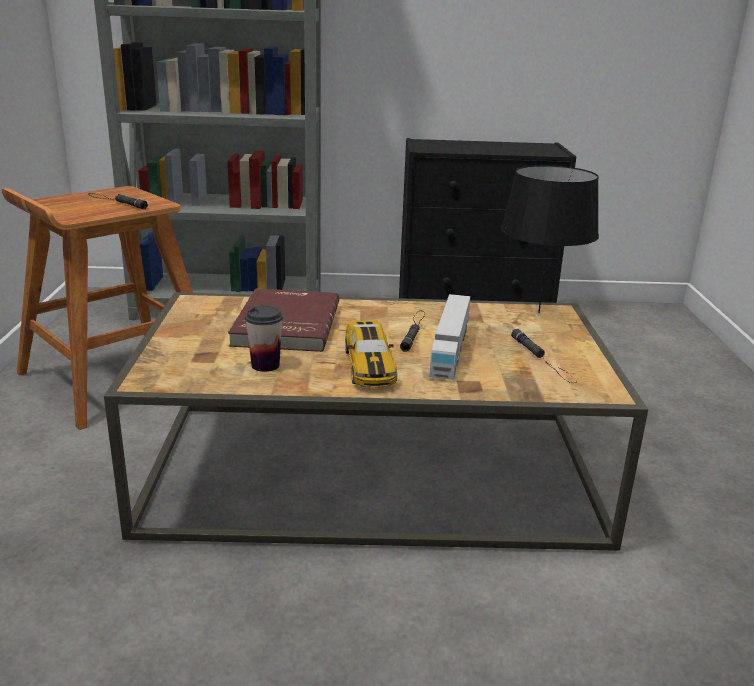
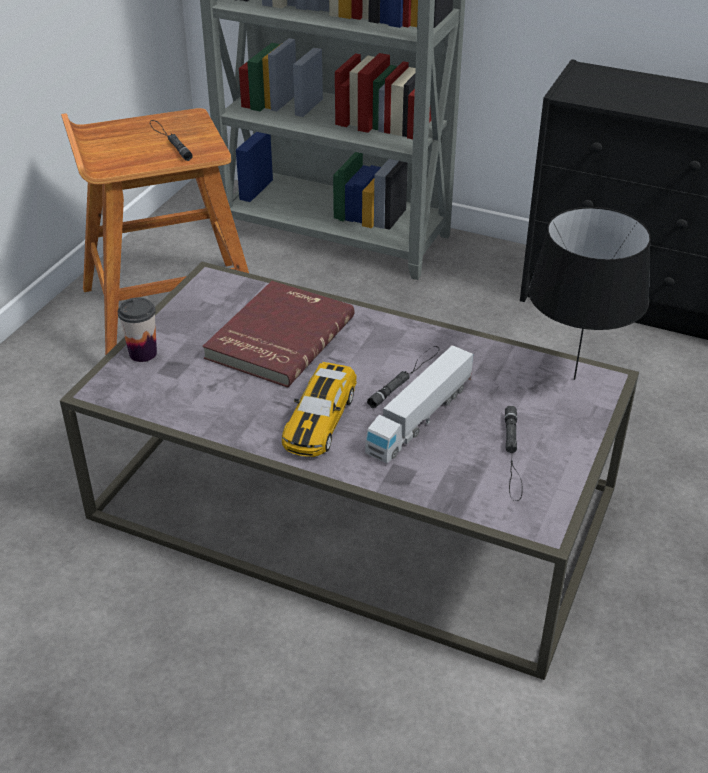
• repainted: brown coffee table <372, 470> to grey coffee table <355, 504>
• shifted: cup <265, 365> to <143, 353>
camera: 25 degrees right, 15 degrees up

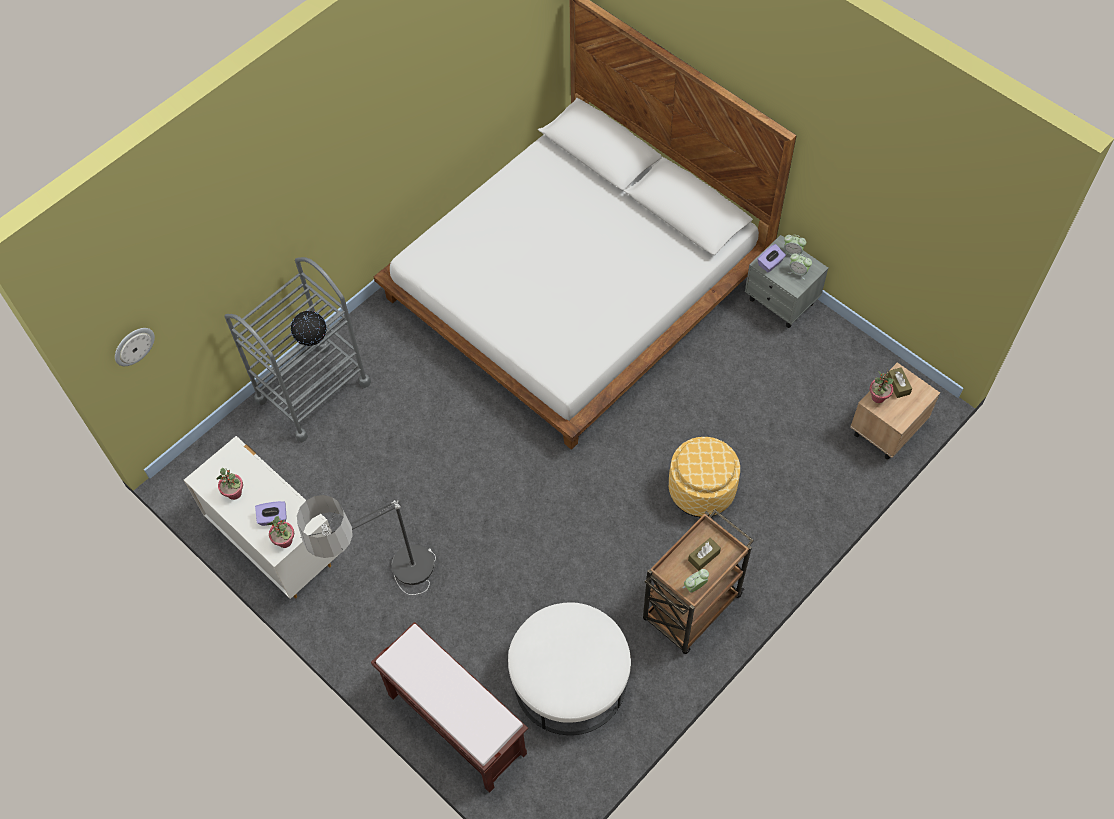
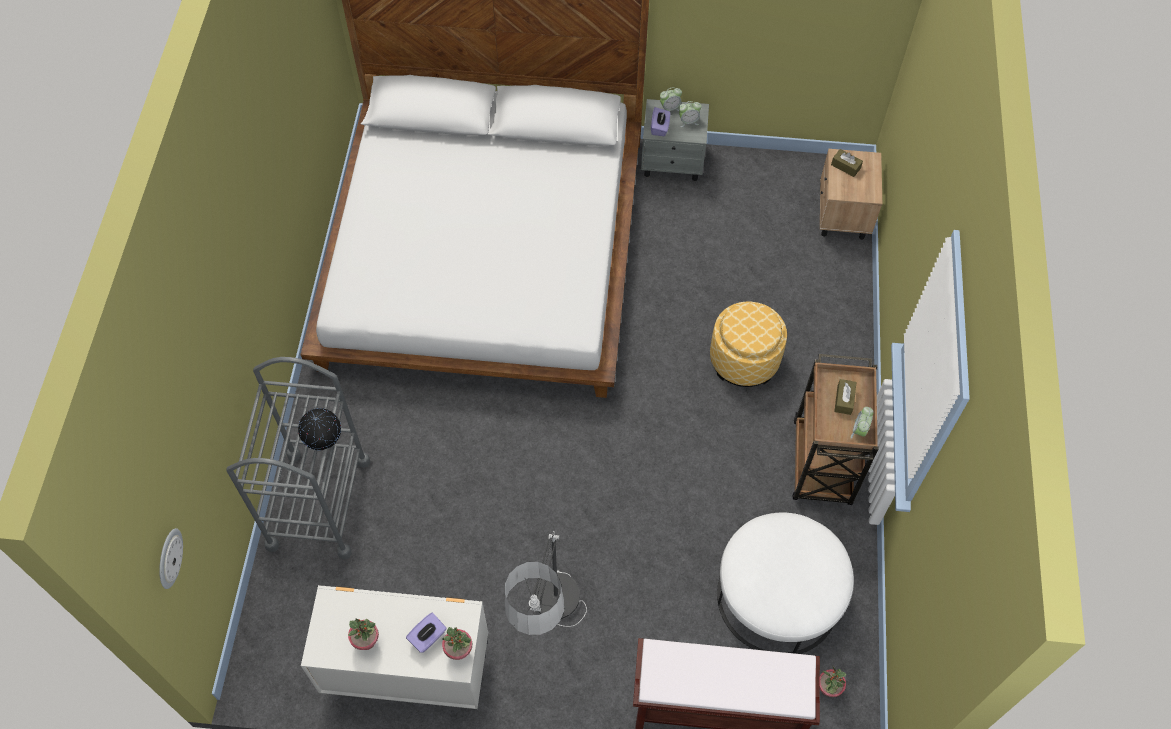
• shifted: potted plant <878, 397> to <828, 688>
camera: 40 degrees left, 0 degrees up

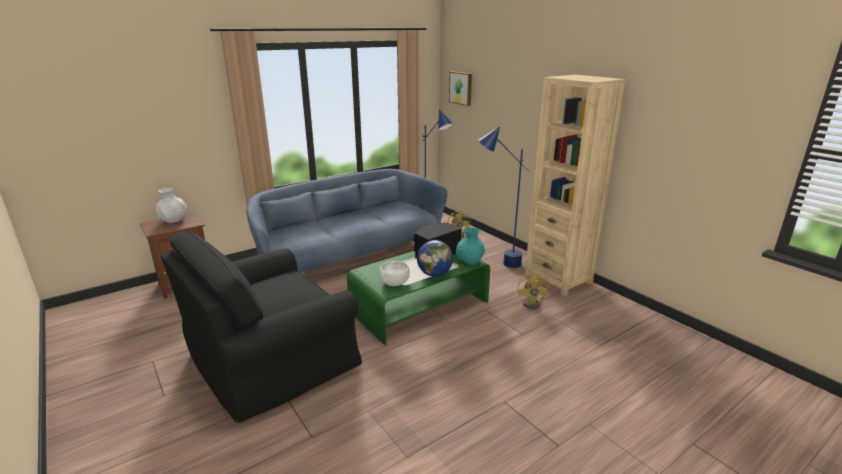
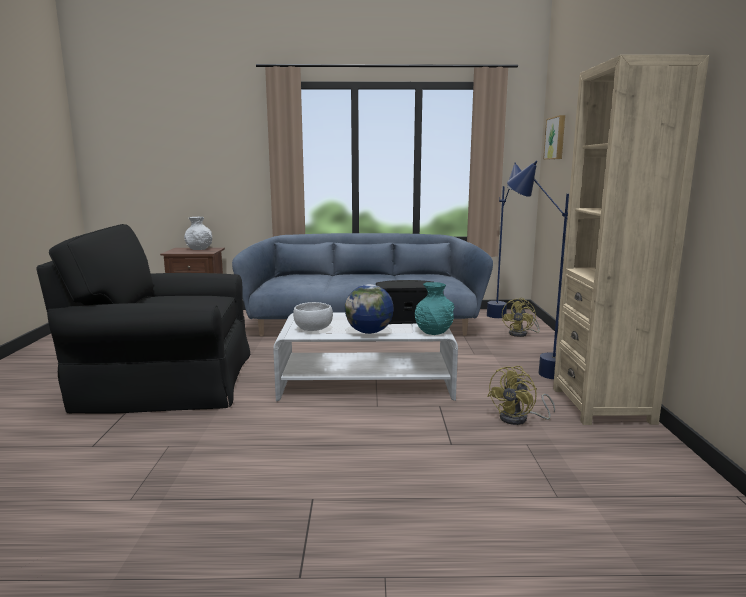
• repainted: green coffee table <419, 307> to white coffee table <366, 382>
camera: 35 degrees right, 10 degrees down

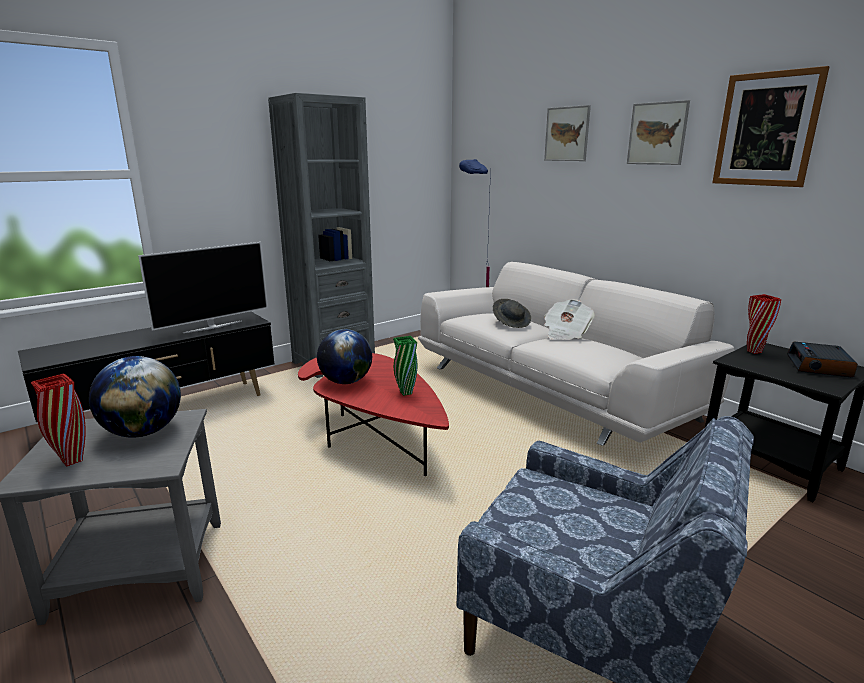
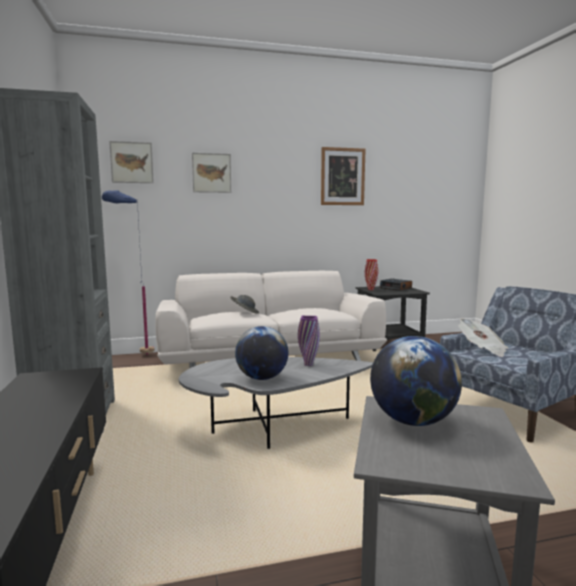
• gone: red vase <72, 461>
• gone: television <213, 326>
• repainted: red coffee table <373, 438> to grey coffee table <270, 427>
• repainted: green vase <406, 393> to purple vase <308, 364>
• shifted: newspaper <566, 333> to <482, 350>
• shifted: picture <657, 133> to <132, 162>
camera: 65 degrees left, 10 degrees down

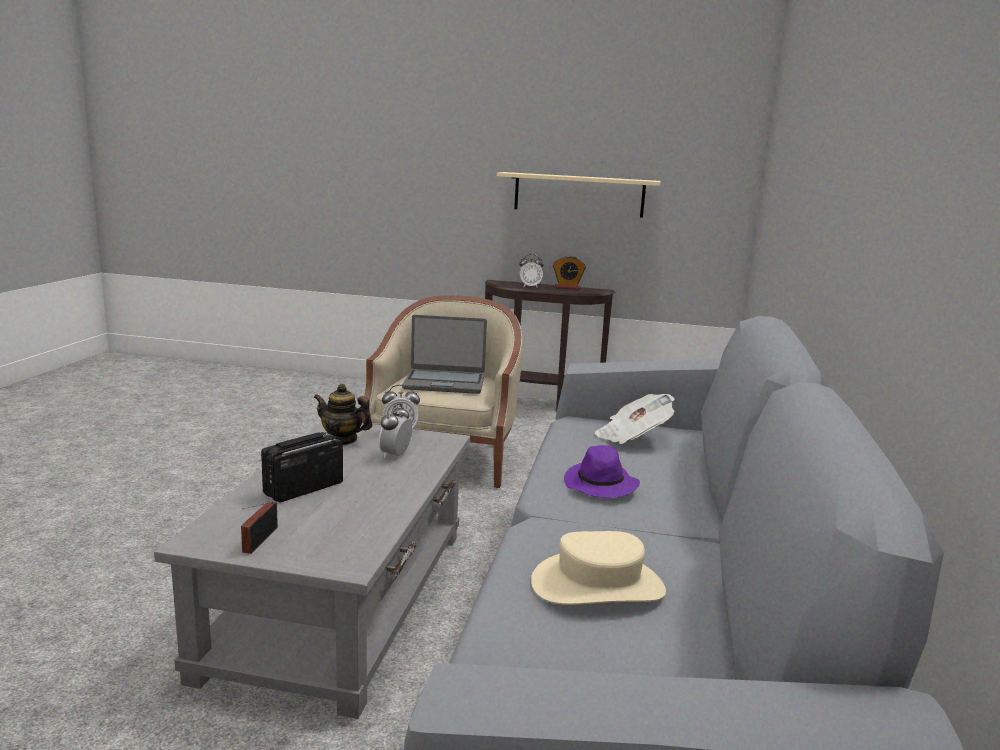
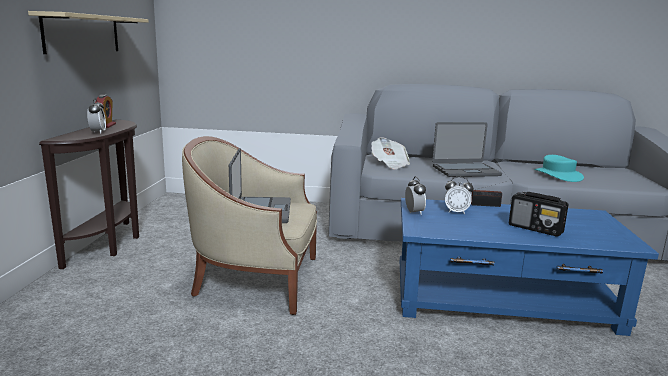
• repainted: grey coffee table <341, 599> to blue coffee table <503, 299>
• shifted: radio <258, 541> to <487, 205>
• gone: teapot <342, 440>
• repainted: beige hat <598, 585> to turquoise hat <557, 175>
• swapped: purple hat <601, 485> to laptop <465, 171>
camera: 95 degrees left, 0 degrees up

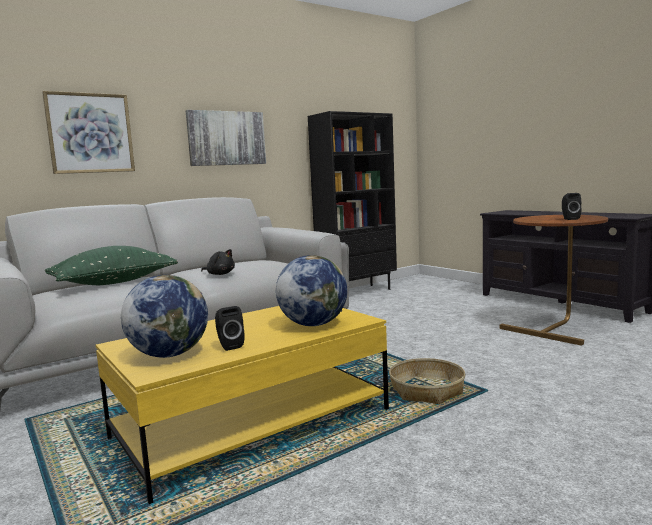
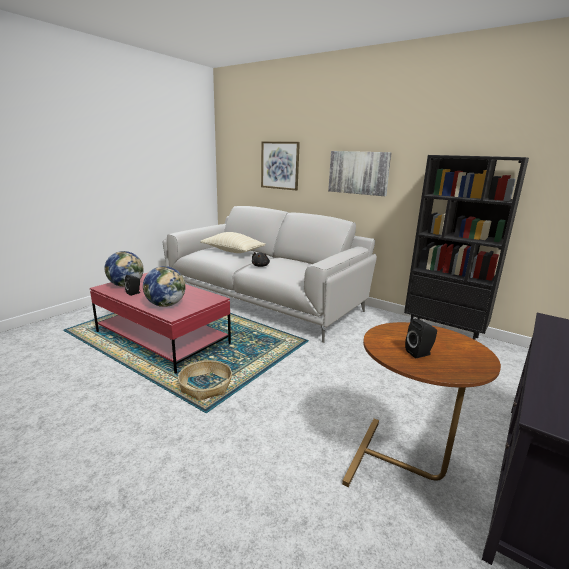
• repainted: green pillow <114, 283> to beige pillow <233, 251>
• repainted: yellow coffee table <252, 424> to red coffee table <162, 338>
camera: 70 degrees right, 10 degrees up

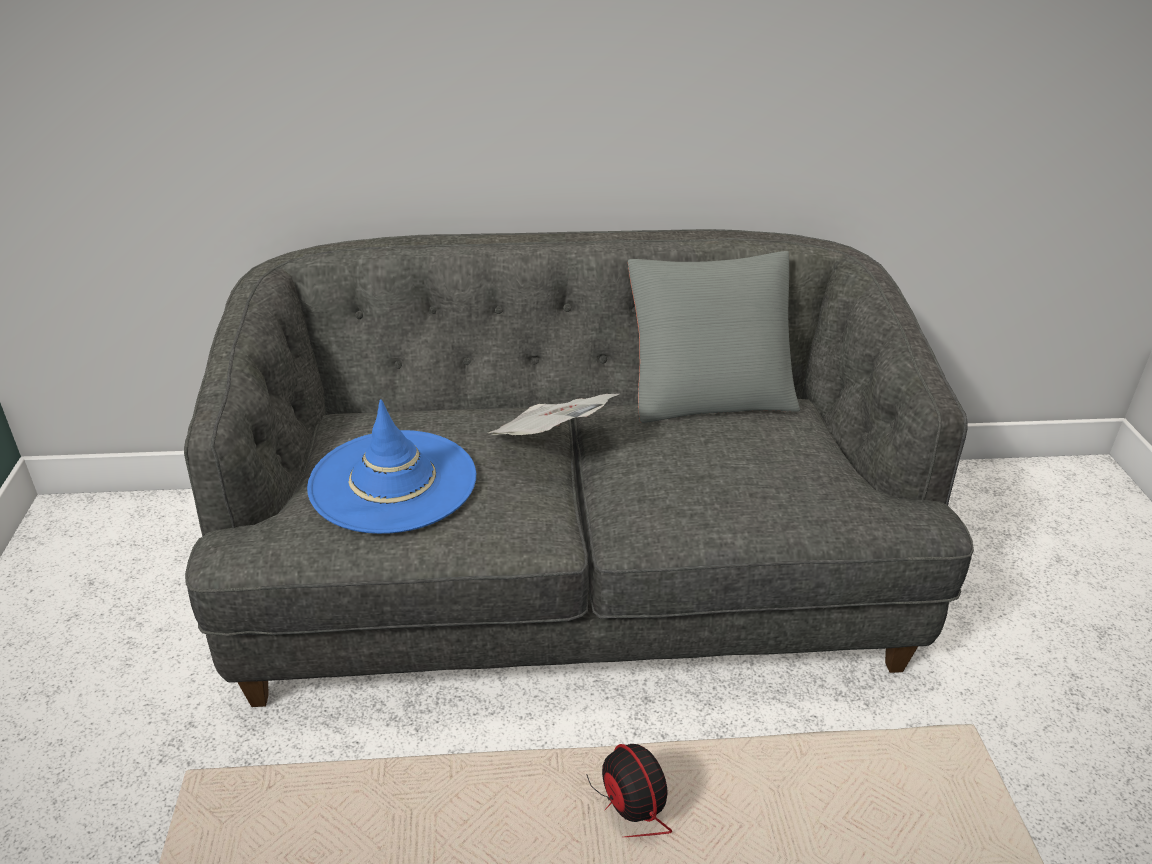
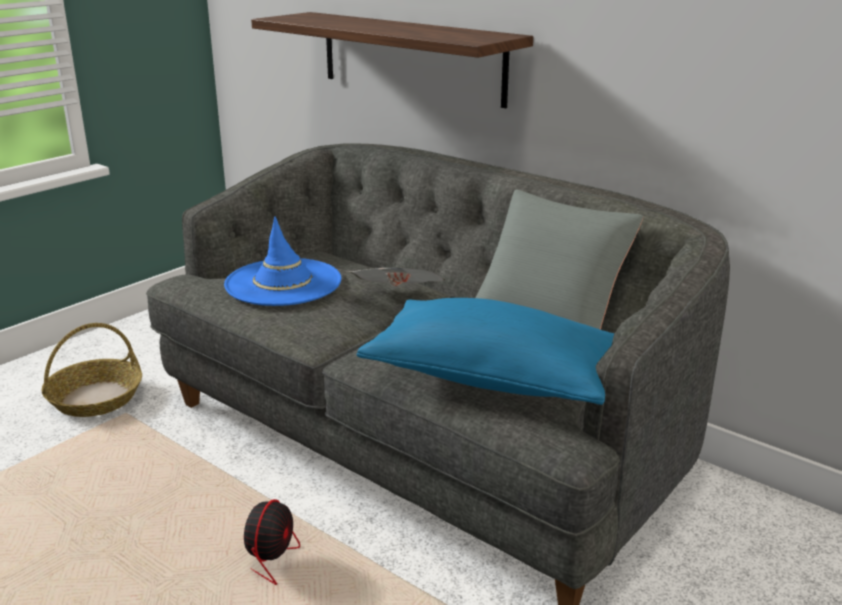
• new: basket <96, 398>
• new: shelf <411, 57>
• new: blue pillow <493, 378>
camera: 45 degrees right, 10 degrees down

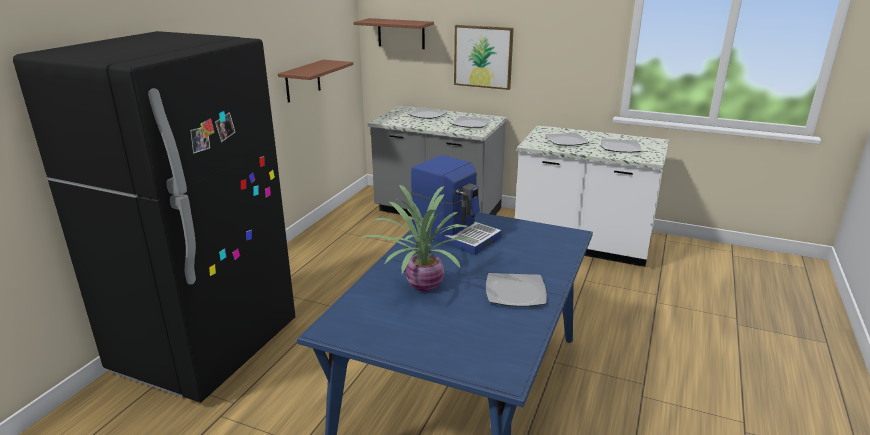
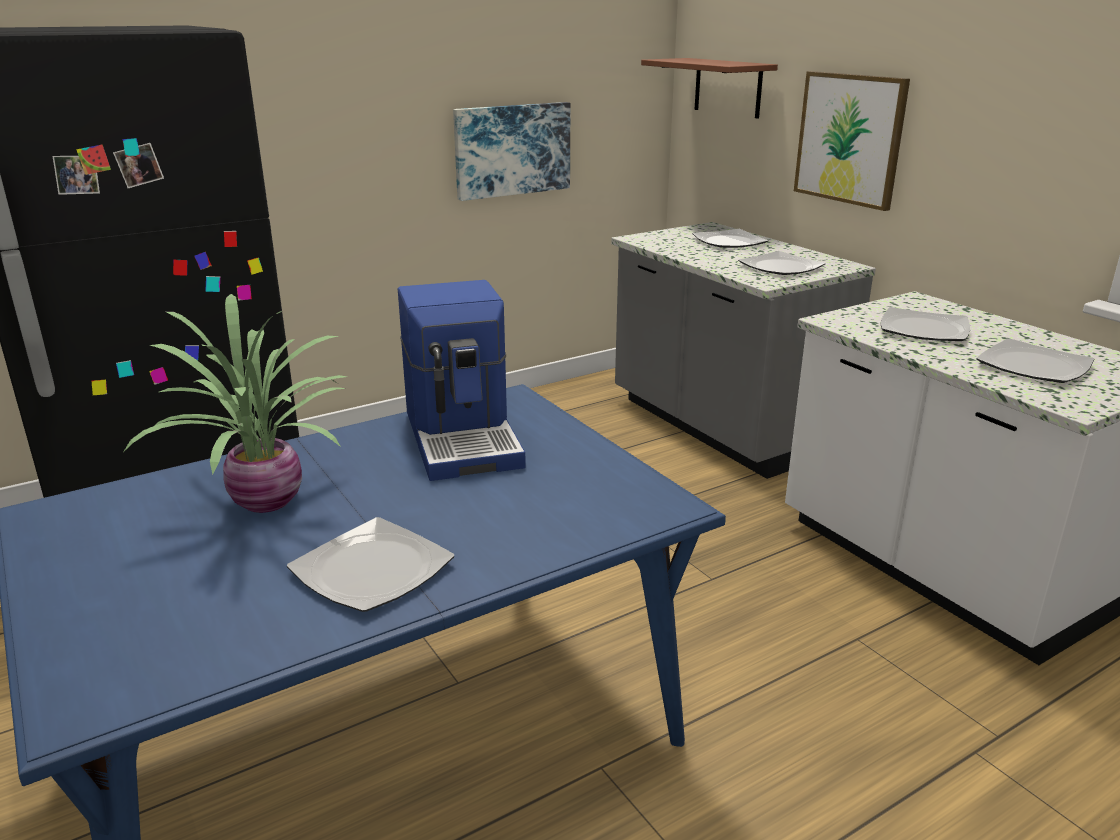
• swapped: brown shelf <303, 81> to picture <512, 150>
camera: 35 degrees right, 0 degrees up

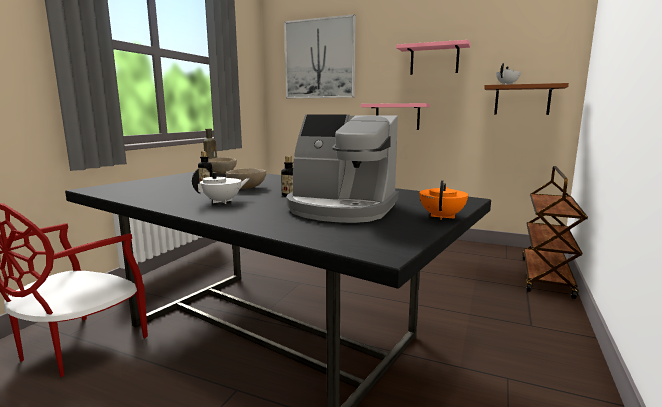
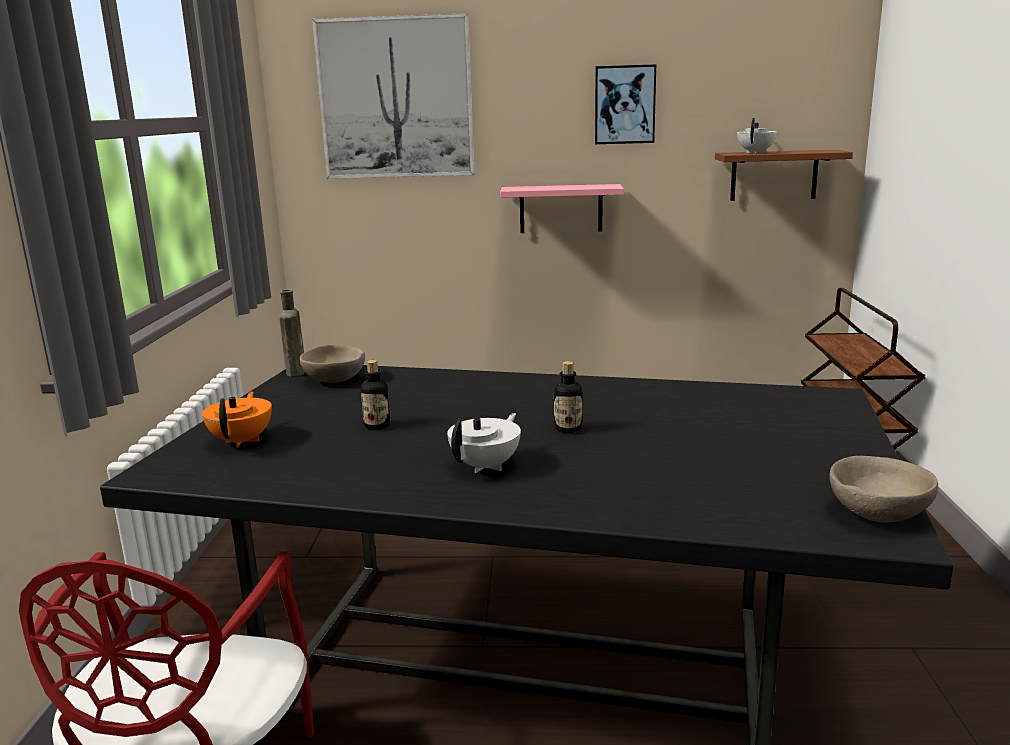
• shifted: beige bowl <247, 187> to <877, 513>
• gone: coffee machine <341, 209>
• swapped: pink shelf <434, 60> to picture <624, 105>
• shifted: orange teapot <442, 217> to <242, 441>
camera: 20 degrees left, 5 degrees up

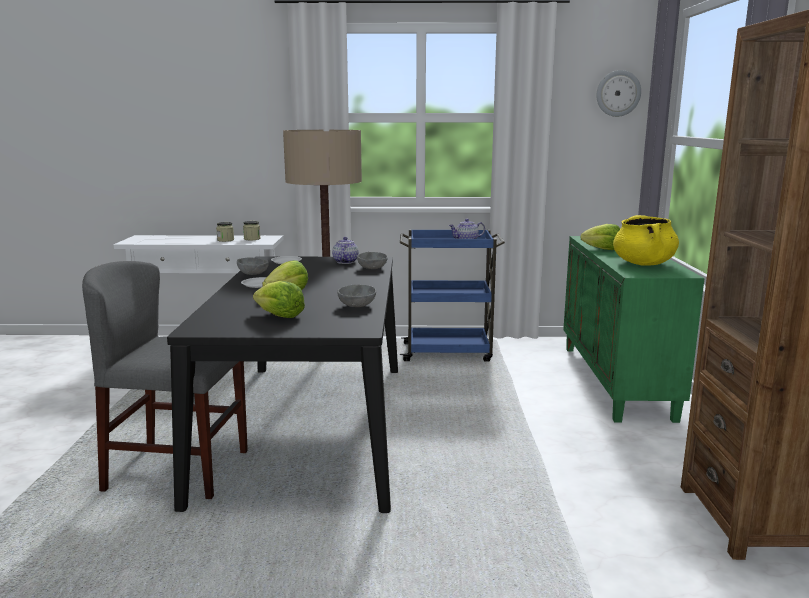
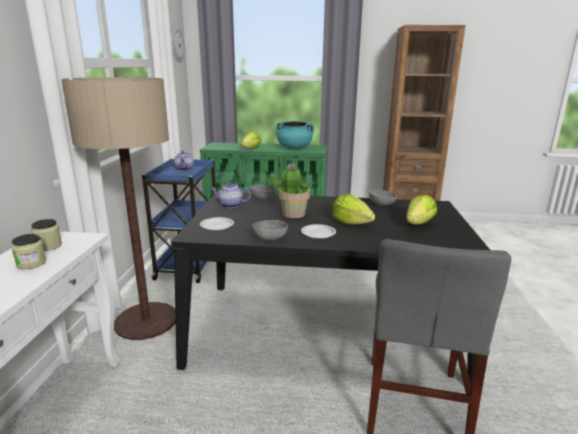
• repainted: yellow cooking pot <643, 264> to turquoise cooking pot <294, 148>
• new: potted plant <293, 214>
camera: 85 degrees left, 5 degrees up

